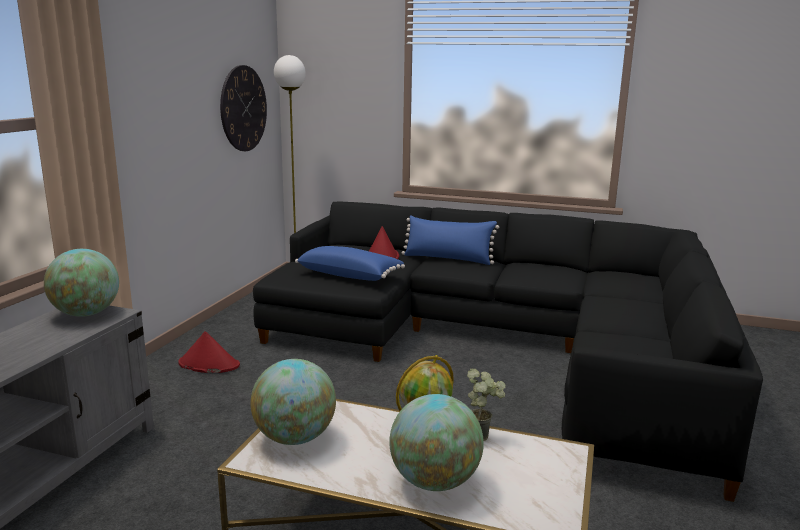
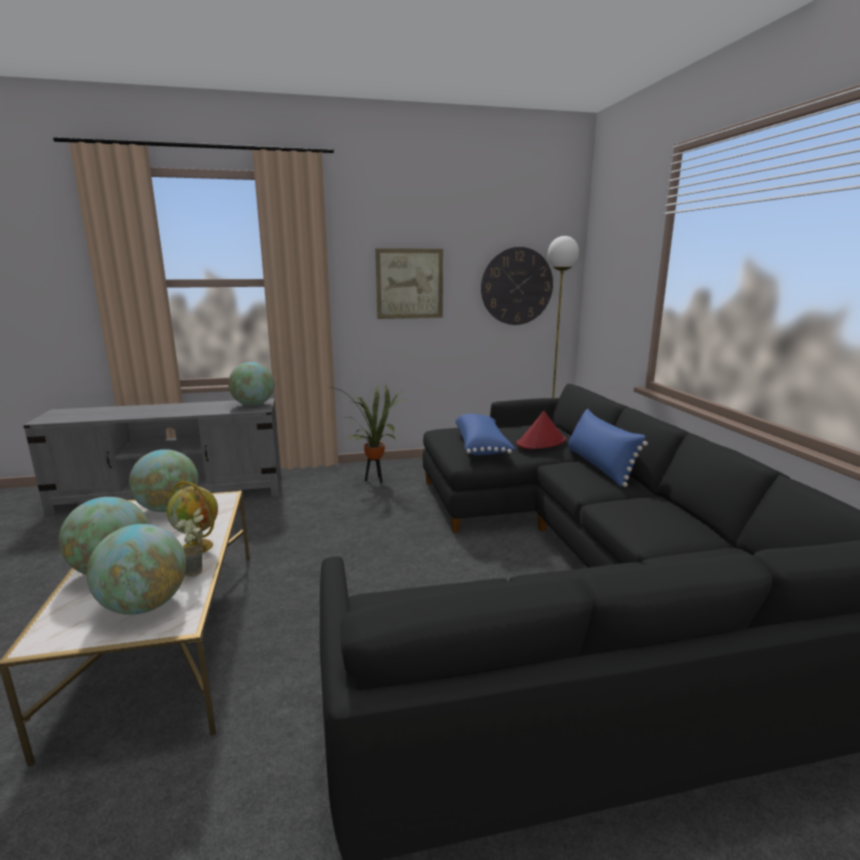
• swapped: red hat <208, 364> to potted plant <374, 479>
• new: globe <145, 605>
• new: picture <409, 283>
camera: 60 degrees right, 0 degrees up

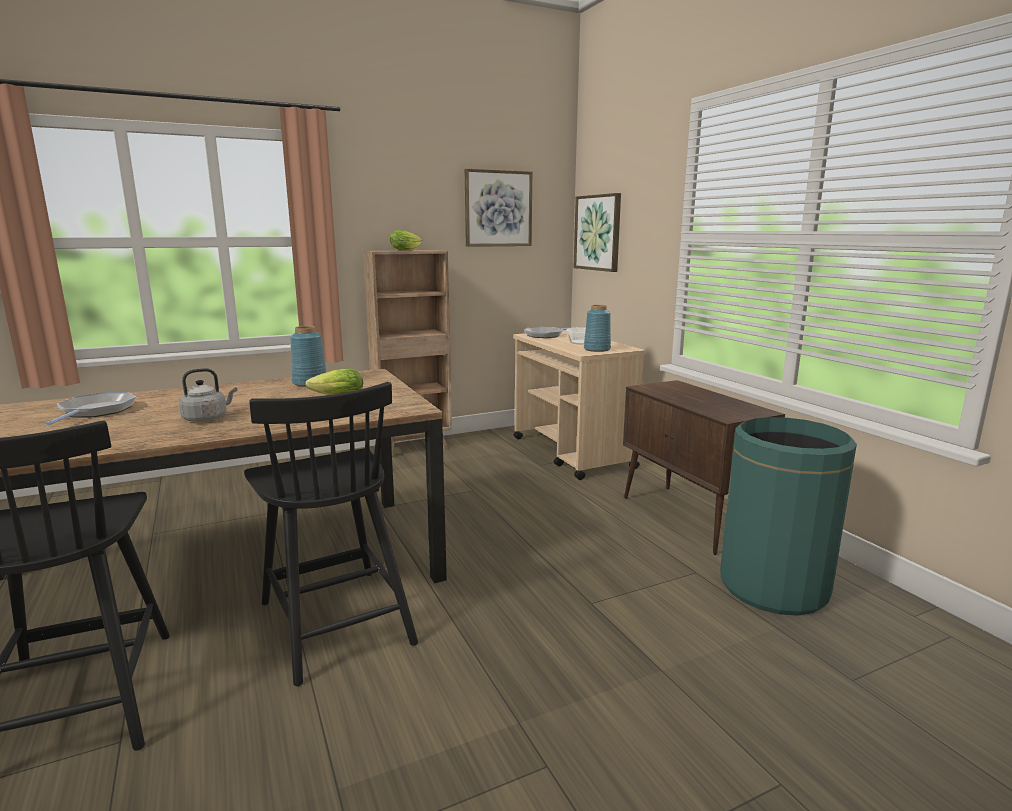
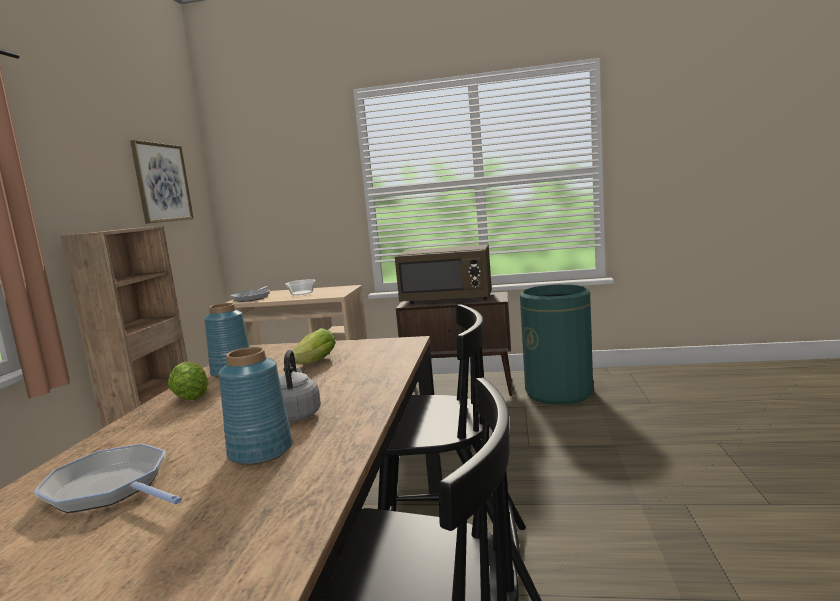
• shifted: lettuce <407, 250> to <193, 394>
• gone: picture <598, 232>
• shifted: blue vase <596, 349> to <259, 452>
• new: brown microwave <447, 299>
camera: 55 degrees left, 5 degrees down

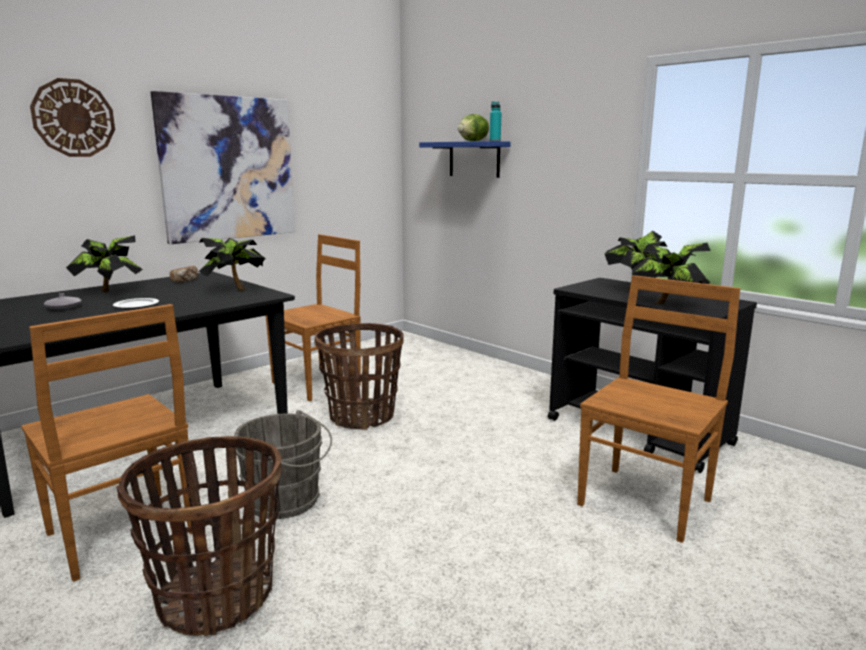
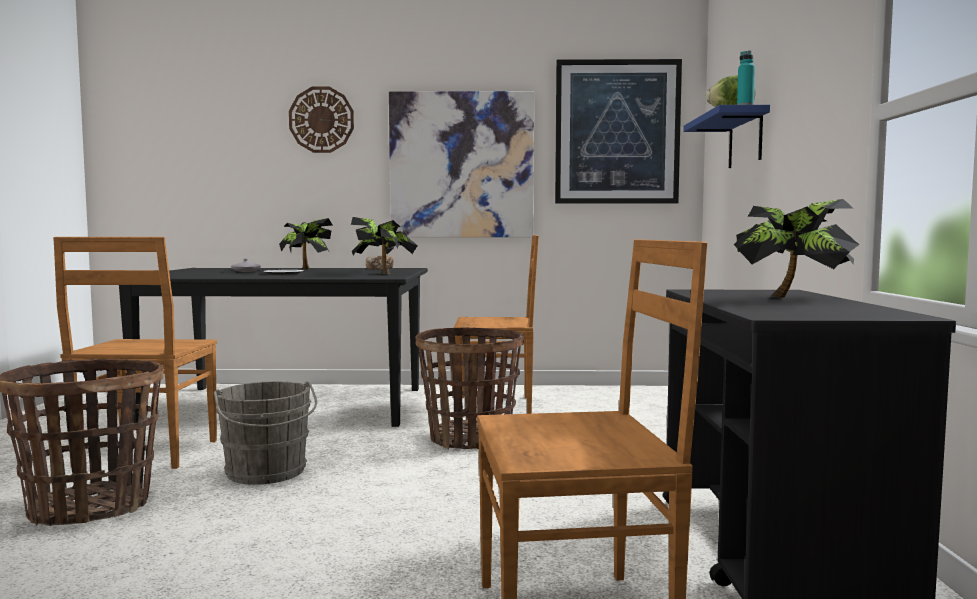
• gone: potted plant <668, 305>
• new: picture <617, 132>
camera: 45 degrees right, 10 degrees down

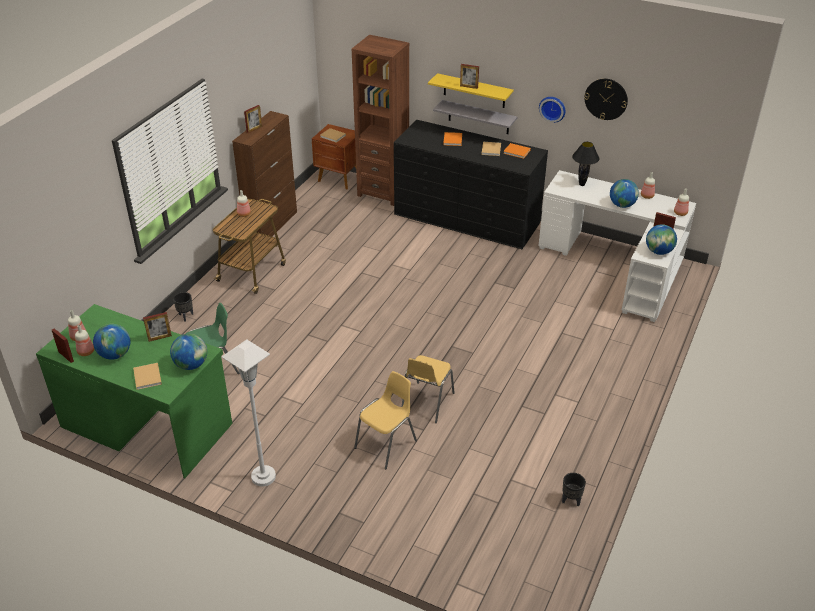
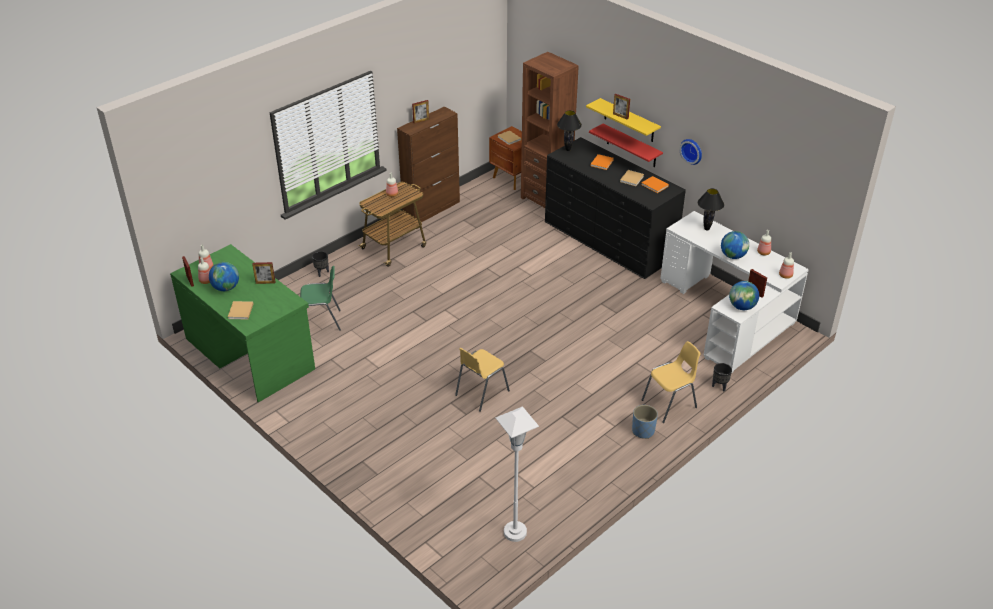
• gone: globe <191, 365>
• shifted: white floor lamp <263, 477> to <515, 532>
• shifted: yellow chair <387, 444> to <670, 404>
• repainted: grey shelf <478, 117> to red shelf <631, 146>
• shifted: black planter <571, 500> to <720, 386>
• gone: wall clock <606, 99>
• new: black table lamp <568, 149>
• new: blue planter <643, 431>
camera: 20 degrees right, 0 degrees up

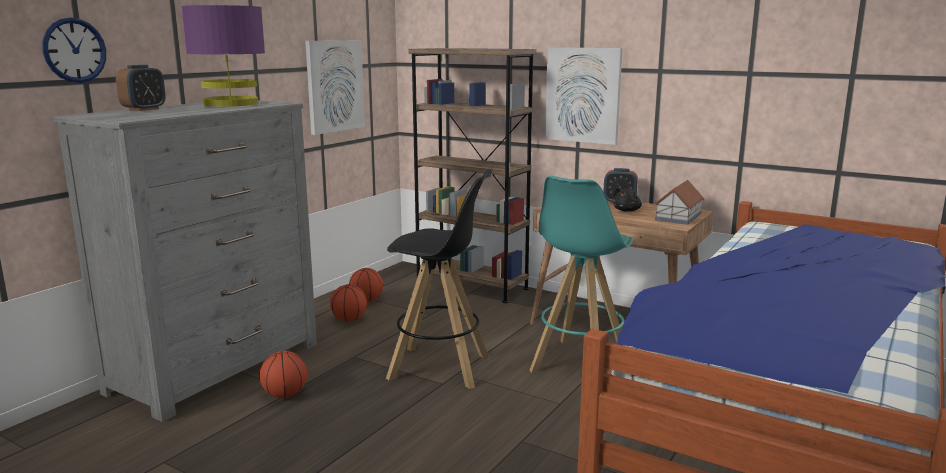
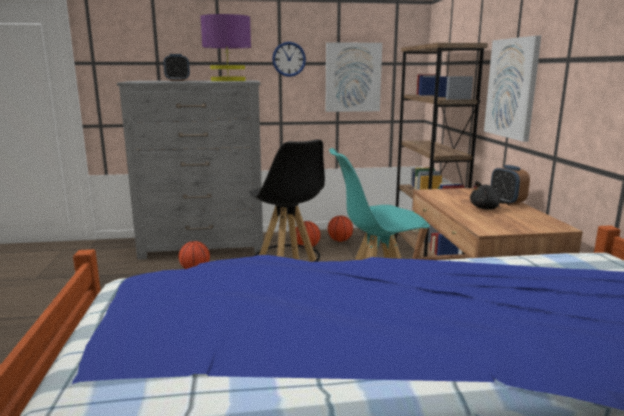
• shifted: wall clock <74, 50> to <289, 59>
• gone: toy house <677, 217>
camera: 50 degrees right, 0 degrees up

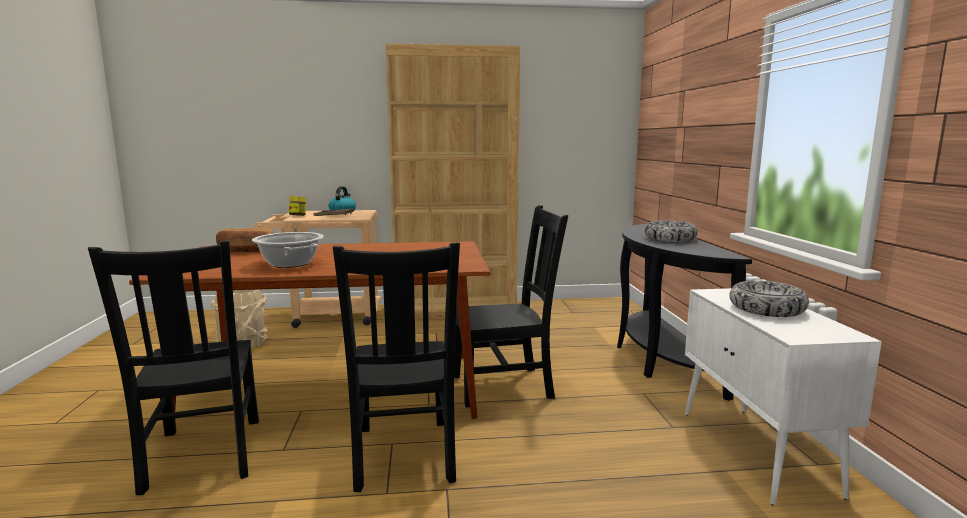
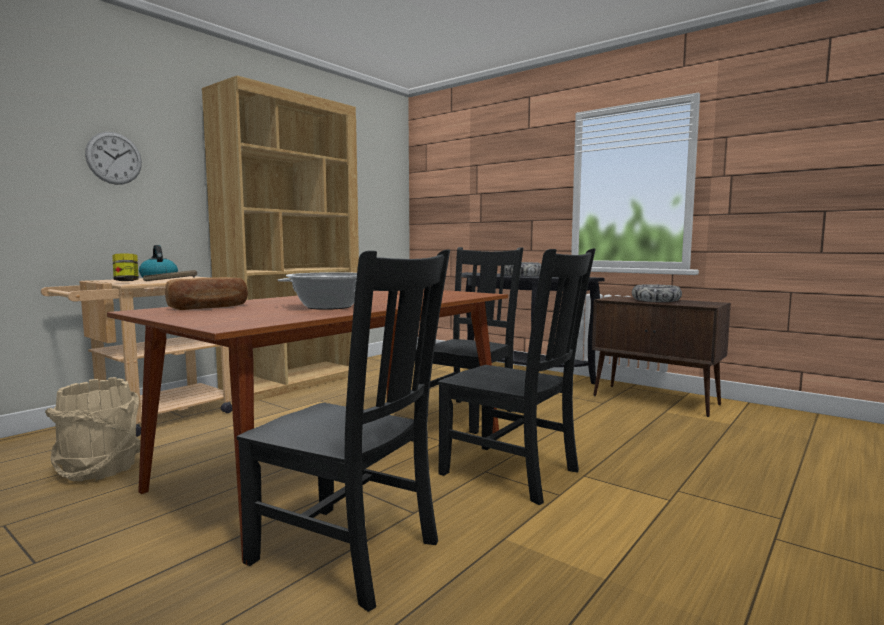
• repainted: white cabinet <756, 452> to brown cabinet <656, 400>
• new: wall clock <114, 158>
camera: 45 degrees left, 5 degrees down

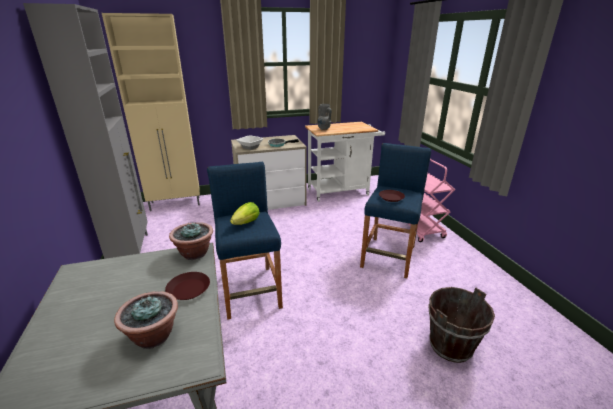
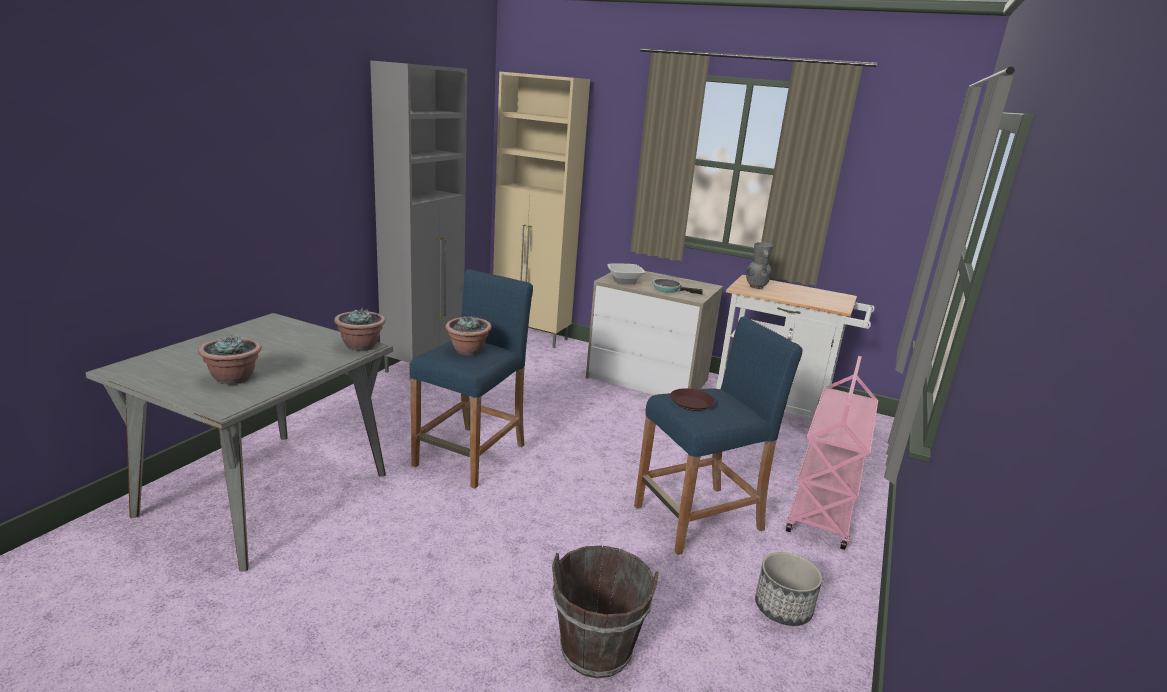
• gone: brown plate <188, 289>
• swapped: lettuce <246, 223> to potted plant <468, 351>
• new: planter <783, 608>
camera: 40 degrees right, 5 degrees down

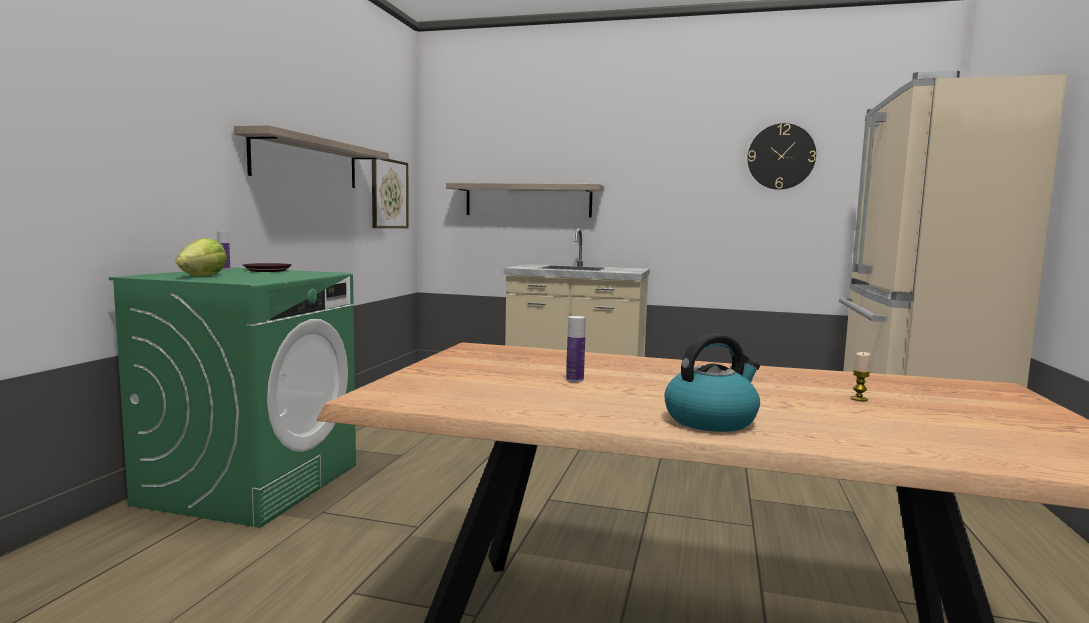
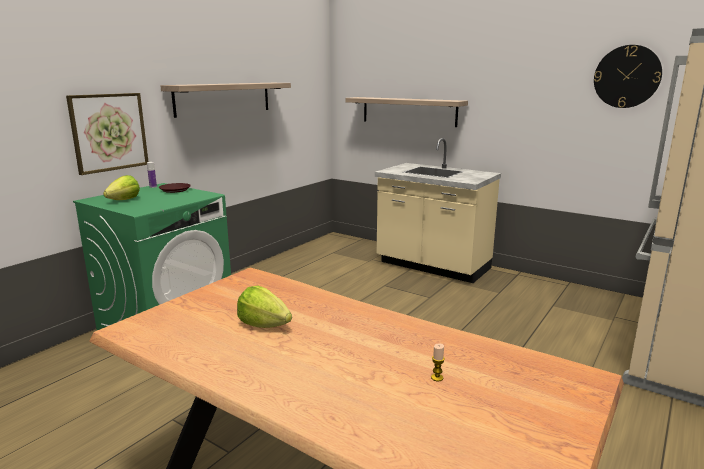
• shifted: picture <389, 194> to <109, 132>
• swapped: bottle <575, 380> to lettuce <264, 324>
• gone: kettle <711, 420>
camera: 20 degrees right, 10 degrees up

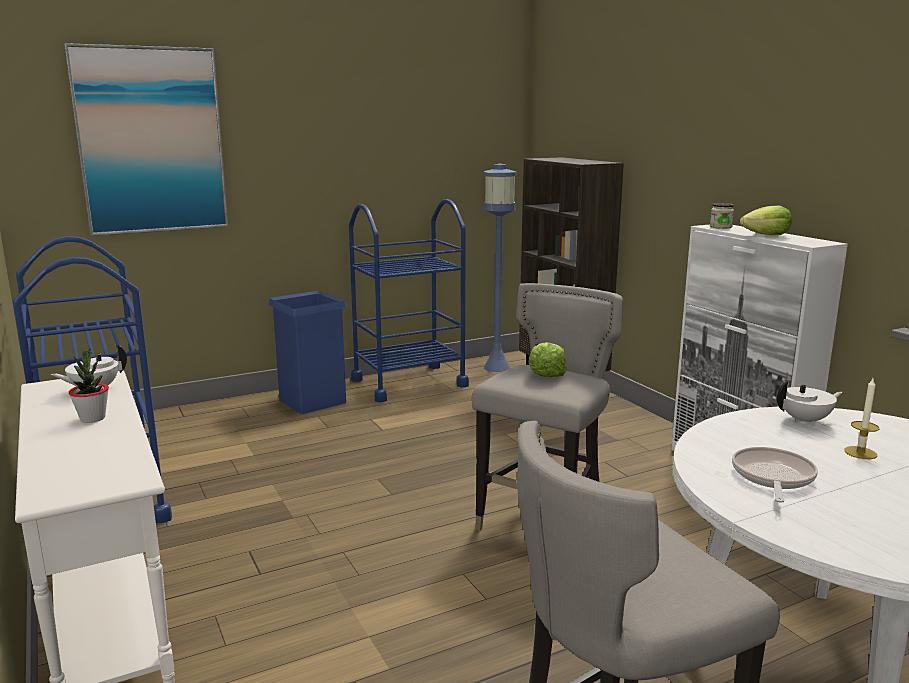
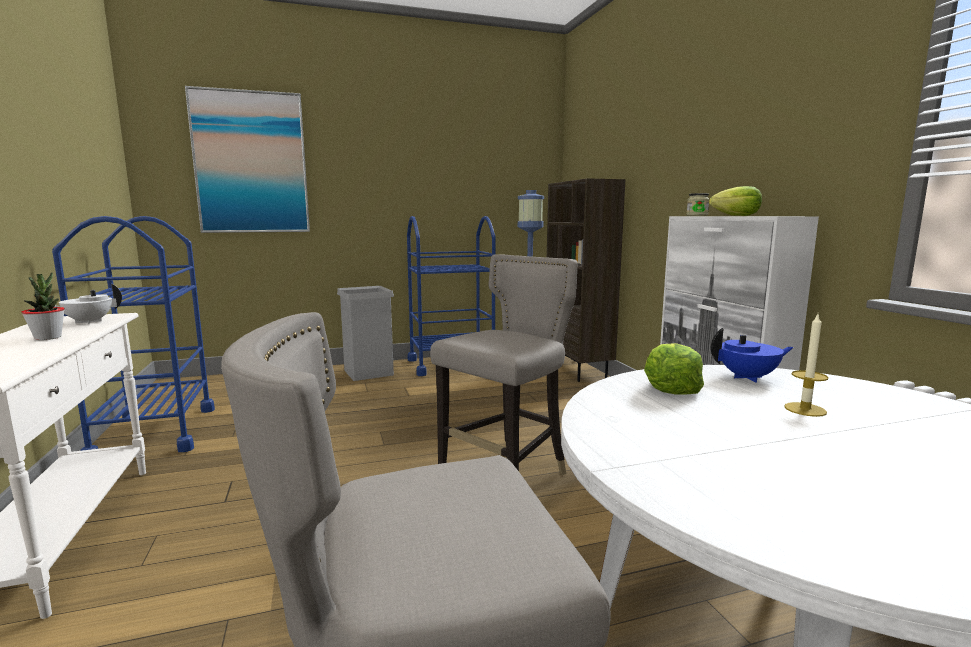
• repainted: blue trash can <313, 401> to grey trash can <369, 372>
• shifted: lettuce <546, 373> to <670, 388>
• gone: frying pan <772, 477>
• repainted: white teapot <806, 421> to blue teapot <748, 377>
camera: 10 degrees right, 5 degrees down

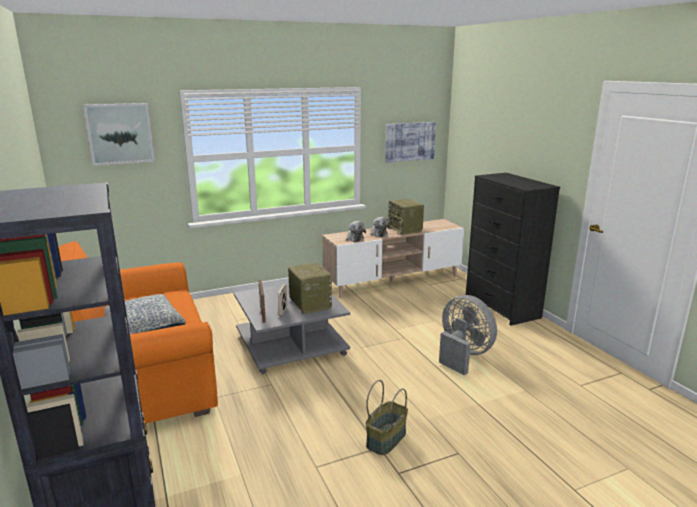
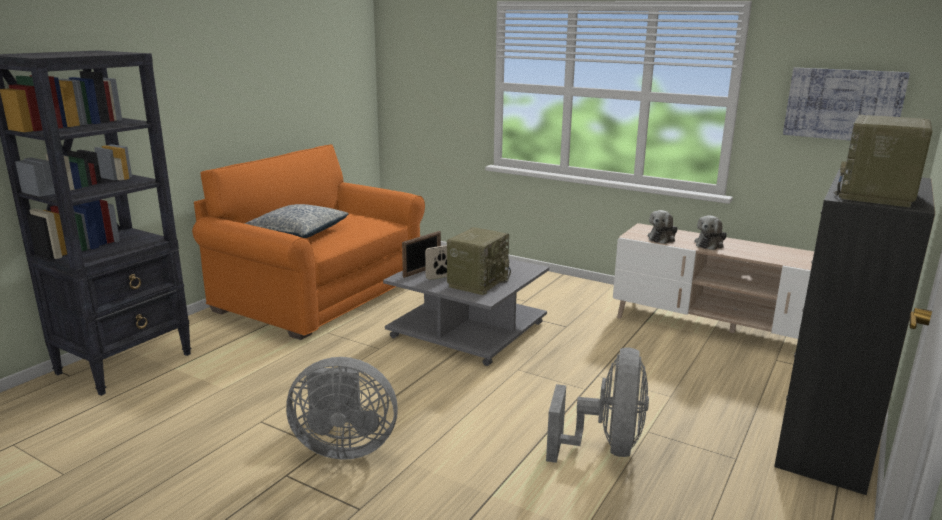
• gone: picture <120, 133>
• swapped: basket <386, 439> to grey fan <343, 447>
• shifted: radio <405, 229> to <878, 195>
camera: 55 degrees right, 0 degrees up

